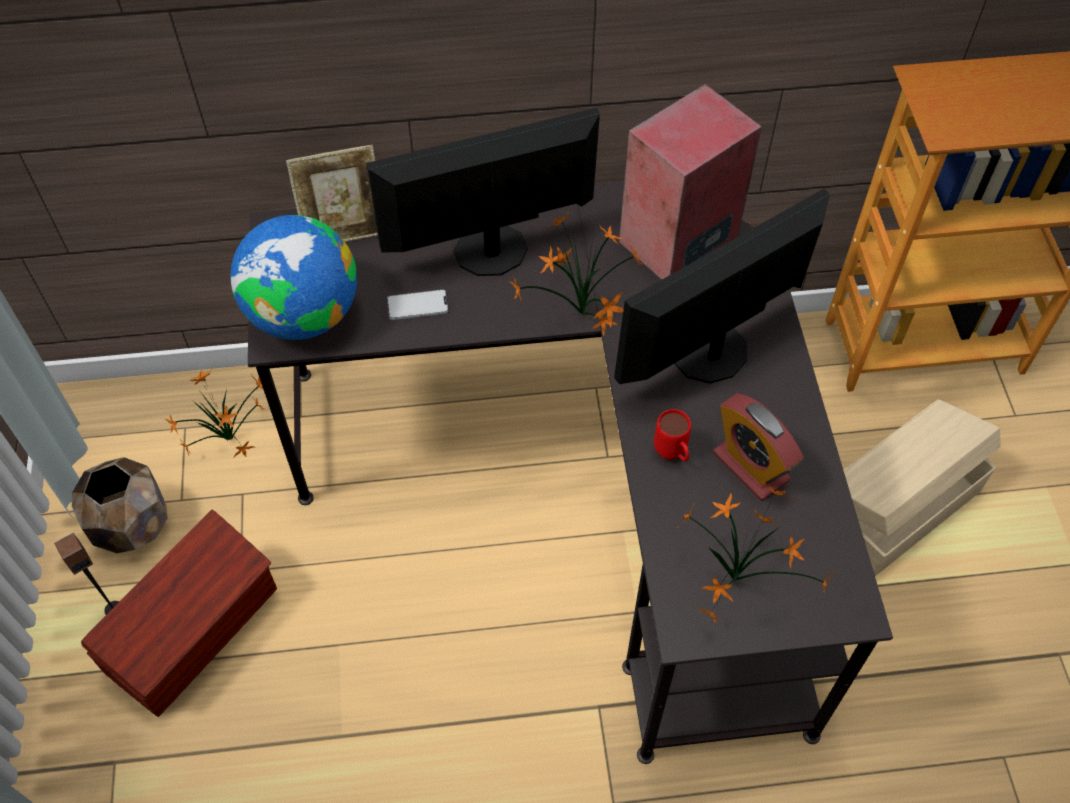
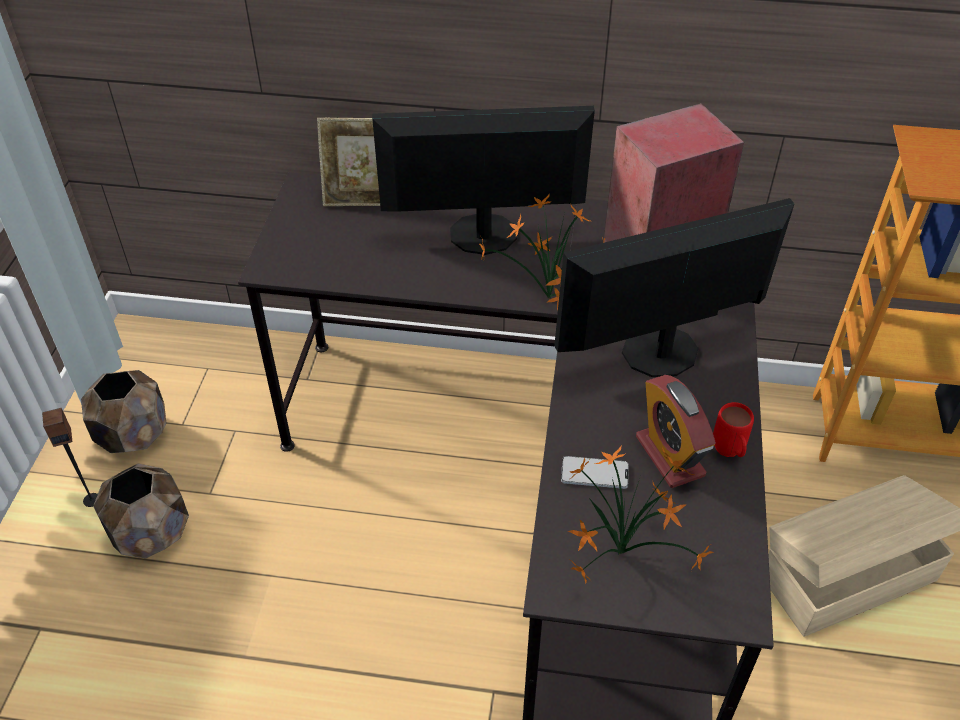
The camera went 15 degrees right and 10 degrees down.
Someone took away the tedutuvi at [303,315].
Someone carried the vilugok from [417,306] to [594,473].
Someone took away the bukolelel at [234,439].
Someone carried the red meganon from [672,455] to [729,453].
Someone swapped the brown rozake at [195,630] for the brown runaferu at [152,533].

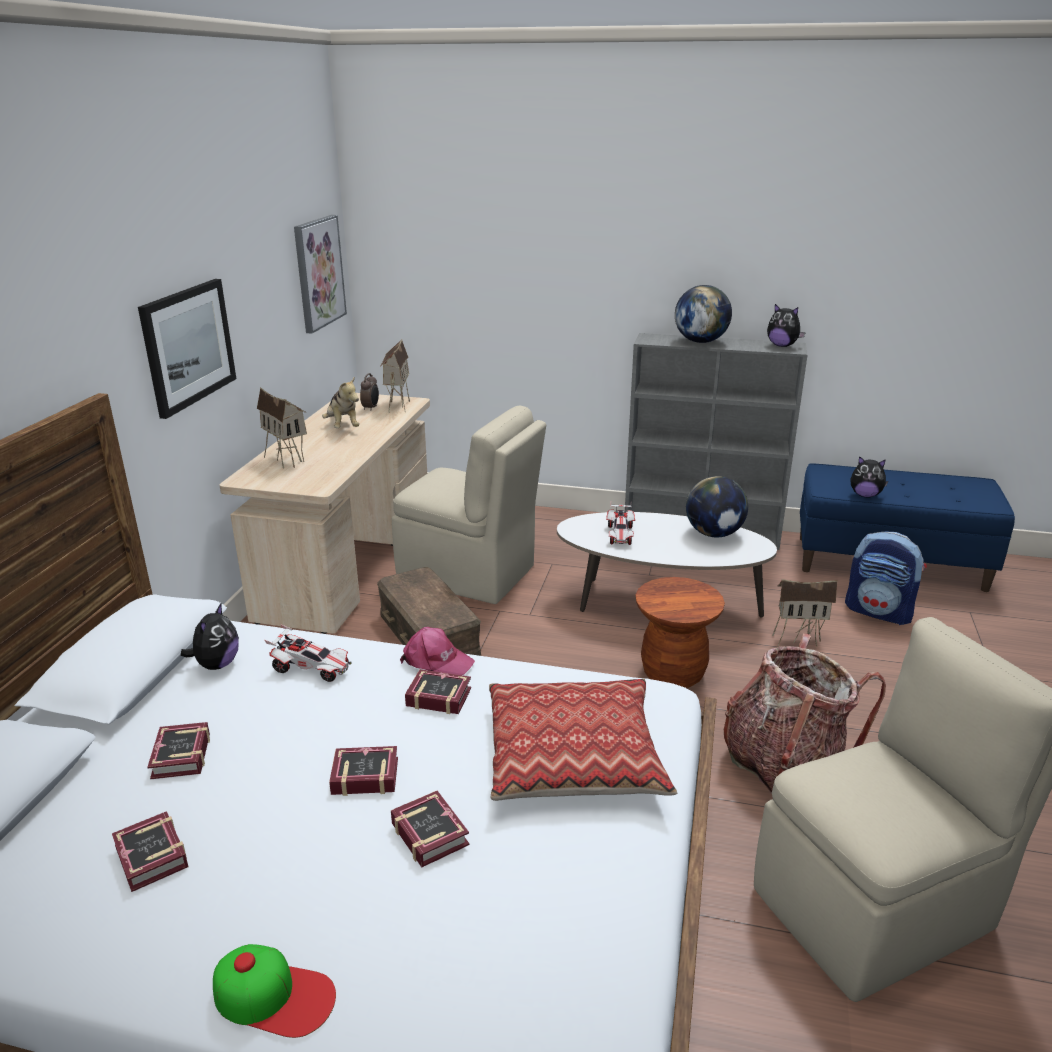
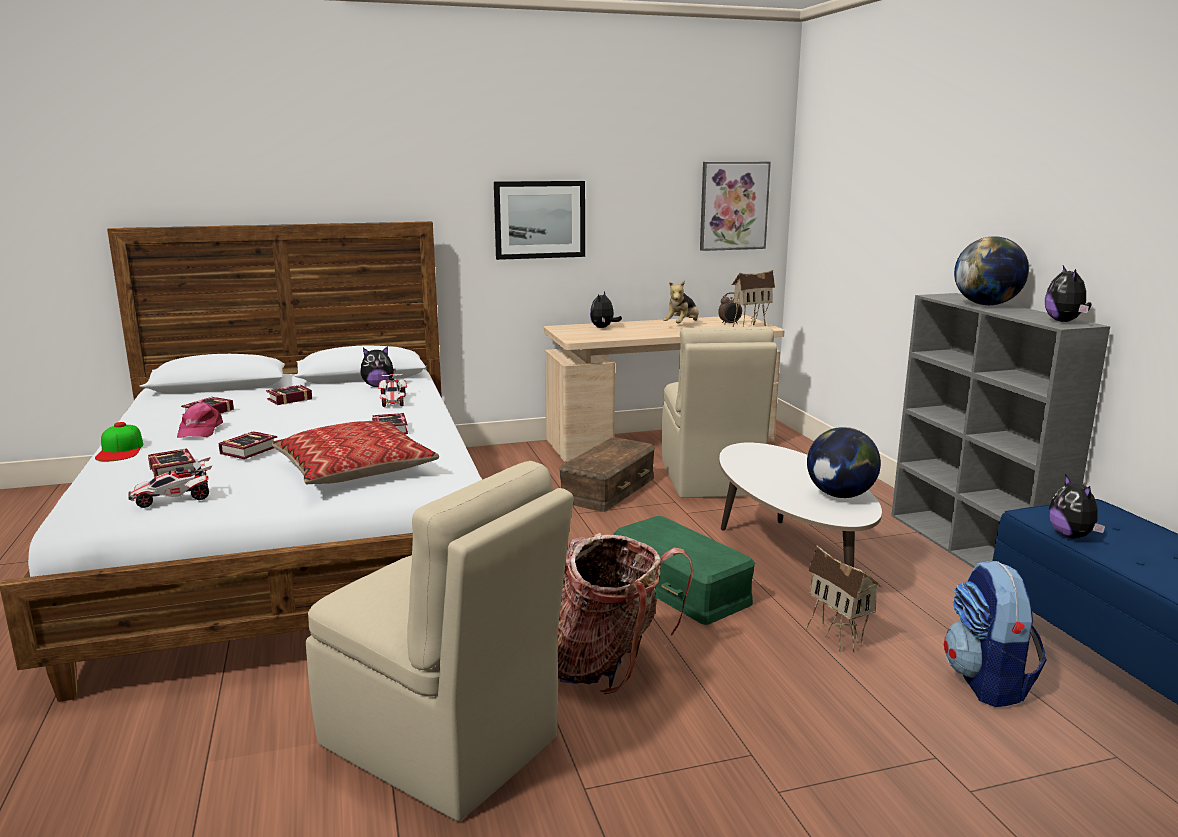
The camera went 60 degrees right and 10 degrees down.
Someone swapped the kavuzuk at [287,460] for the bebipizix at [603,327].
Someone carried the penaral from [620,535] to [174,499].
Someone swapped the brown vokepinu at [673,673] for the green rozake at [681,587].
Someone carried the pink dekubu from [436,661] to [199,430].
Someone carried the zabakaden from [362,775] to [174,468].

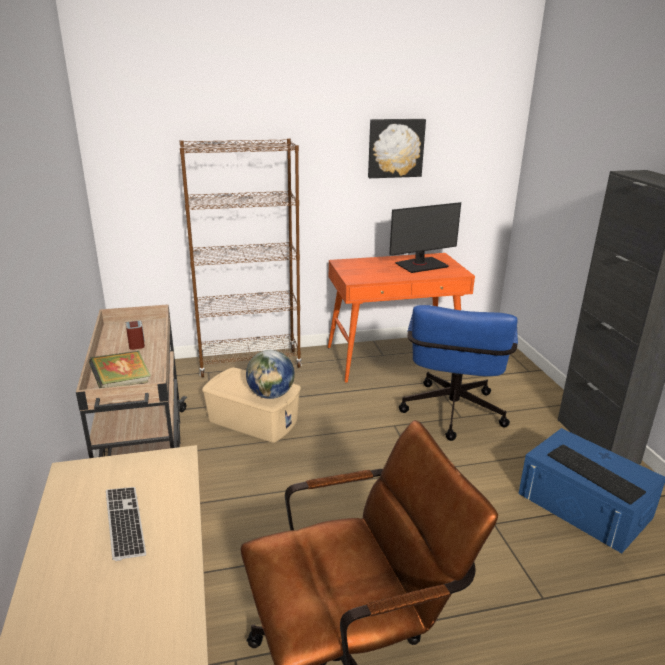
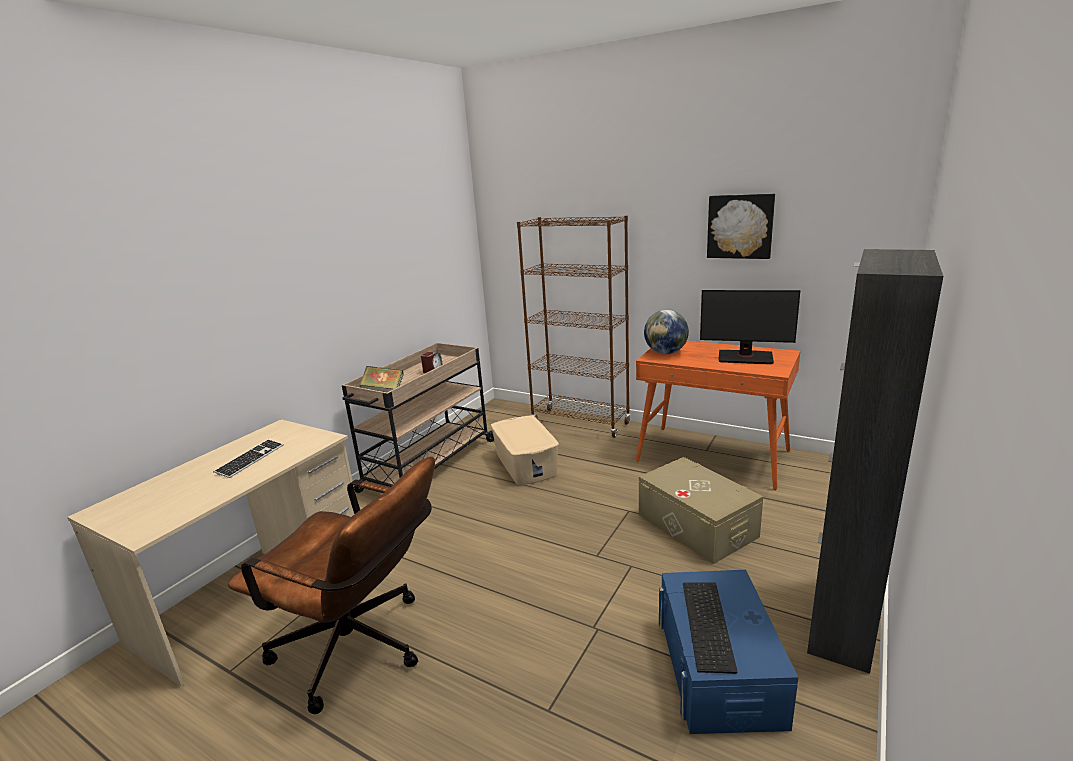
The camera went 45 degrees right and 5 degrees down.
Someone swapped the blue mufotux at [451,416] for the beige rozake at [696,525].
Someone carried the tedutuvi from [271,395] to [665,353].

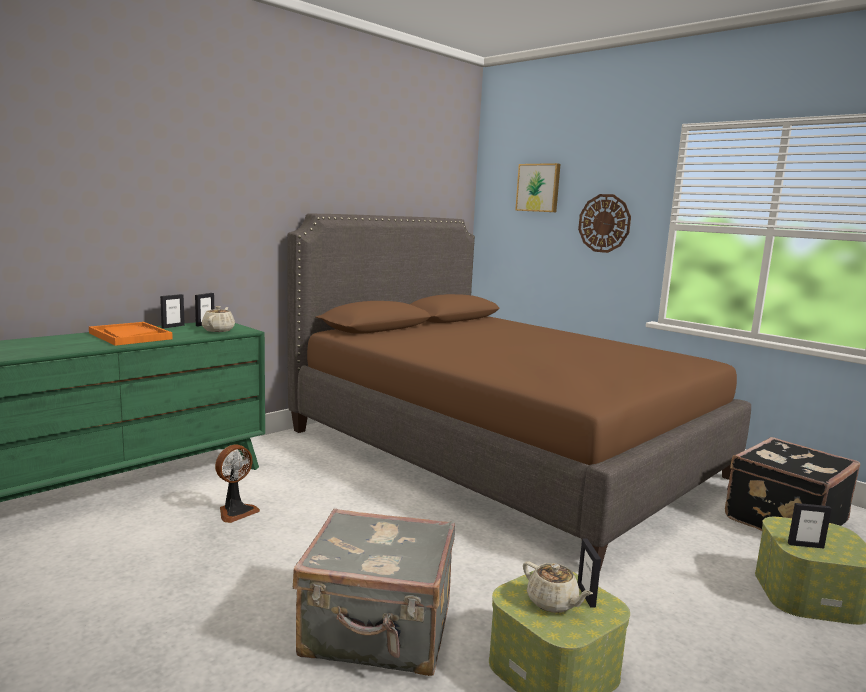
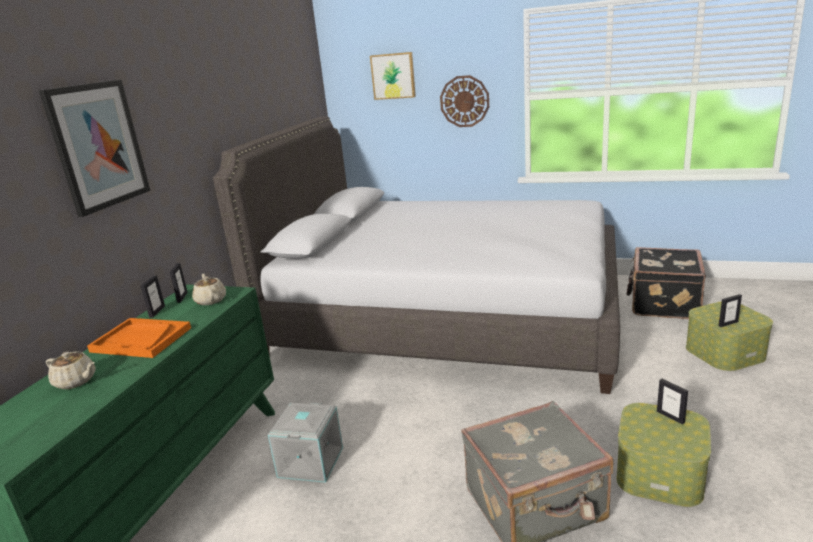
The camera went 25 degrees left and 10 degrees up.
Someone repainted the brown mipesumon at [501,453], which became the grey mipesumon at [446,319].
Someone swapped the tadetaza at [236,512] for the grey rozake at [310,461].
Someone carried the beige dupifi from [553,603] to [76,381].
Someone put up the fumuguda at [98,146].

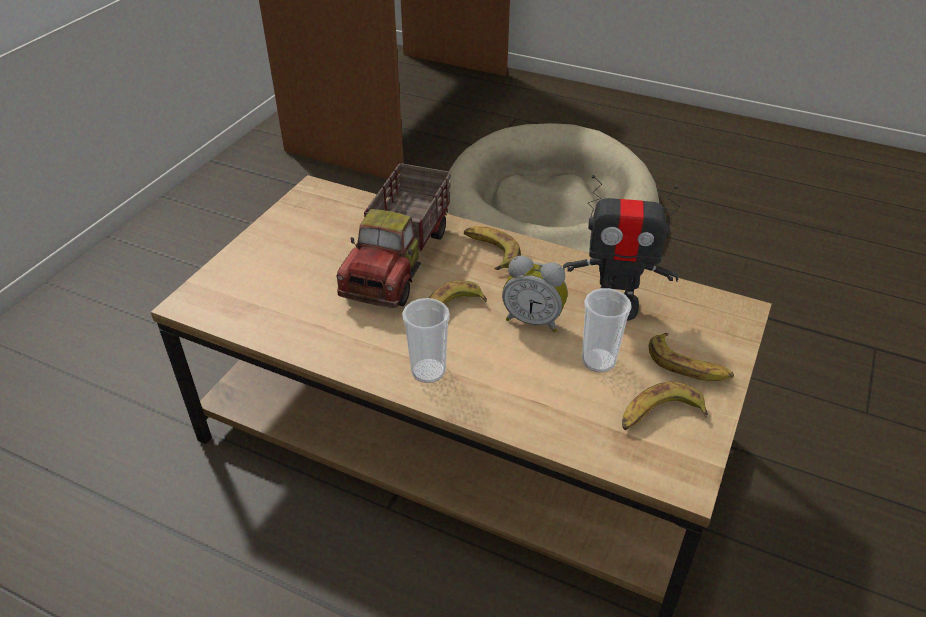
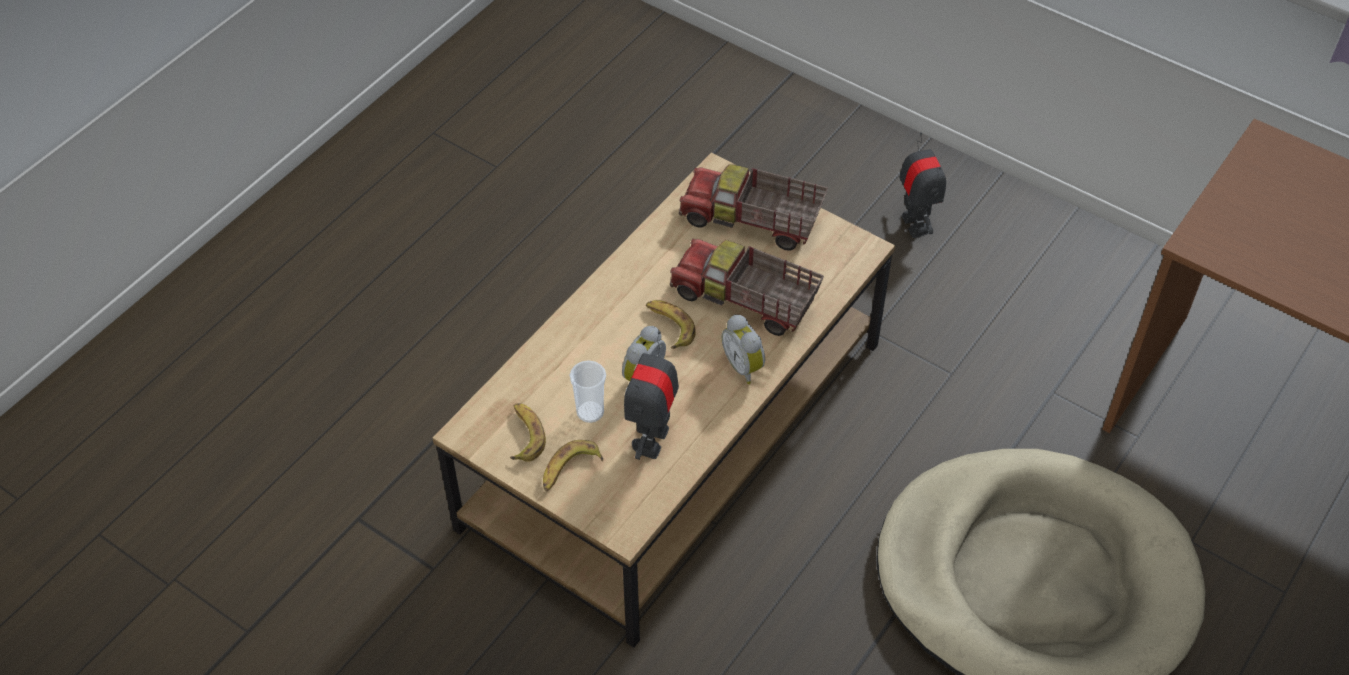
The camera went 100 degrees right and 10 degrees up.
Someone swapped the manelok at [490,252] for the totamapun at [745,366].
Someone took away the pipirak at [428,371].
Someone put down the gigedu at [915,224].
Someone put down the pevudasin at [751,223].

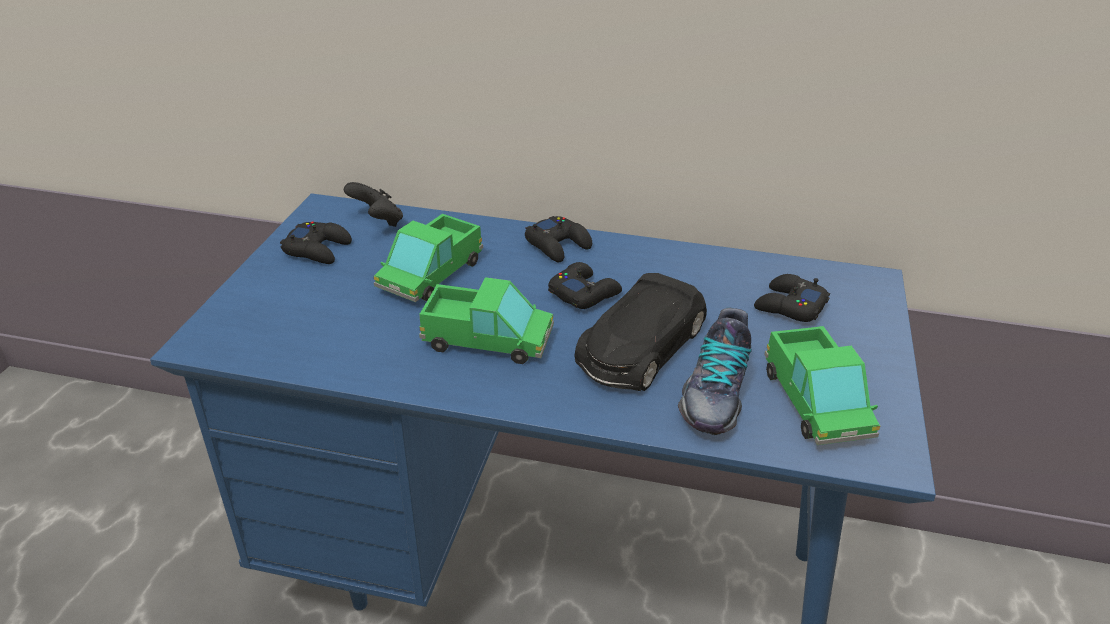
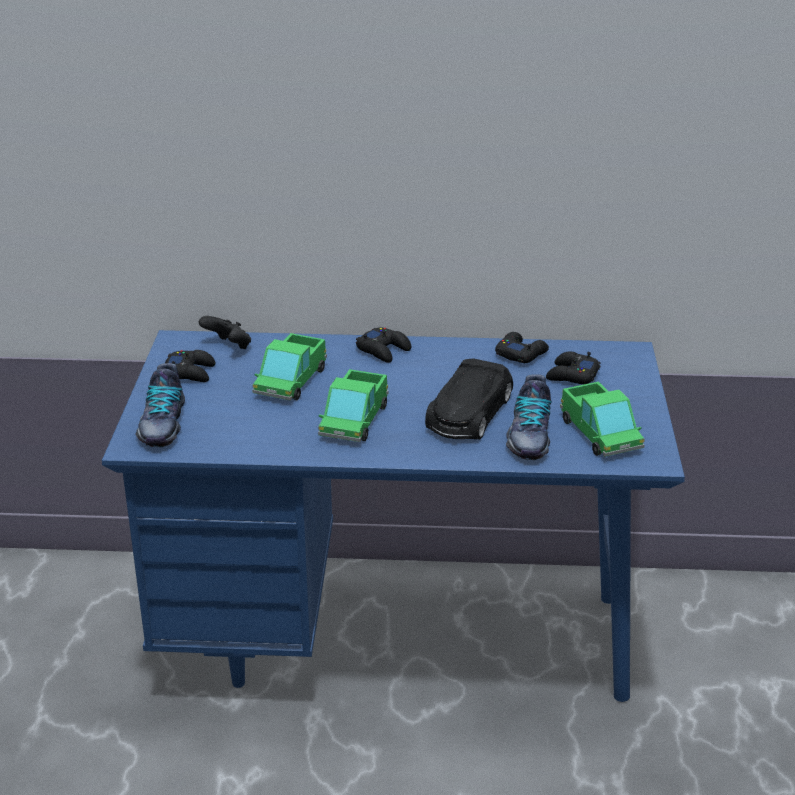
The camera went 10 degrees left and 5 degrees down.
Someone carried the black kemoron from [584,293] to [521,354].
Someone rotated the pevudasin at [488,340] by 105 degrees clockwise.
Someone put down the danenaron at [161,423].

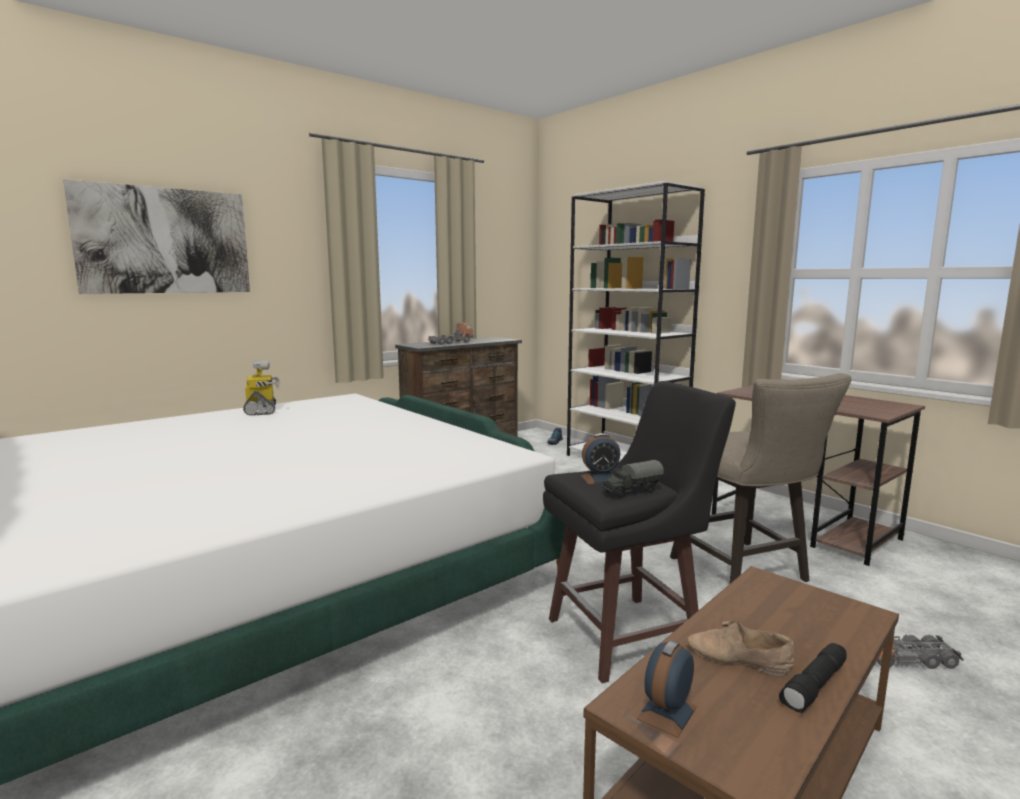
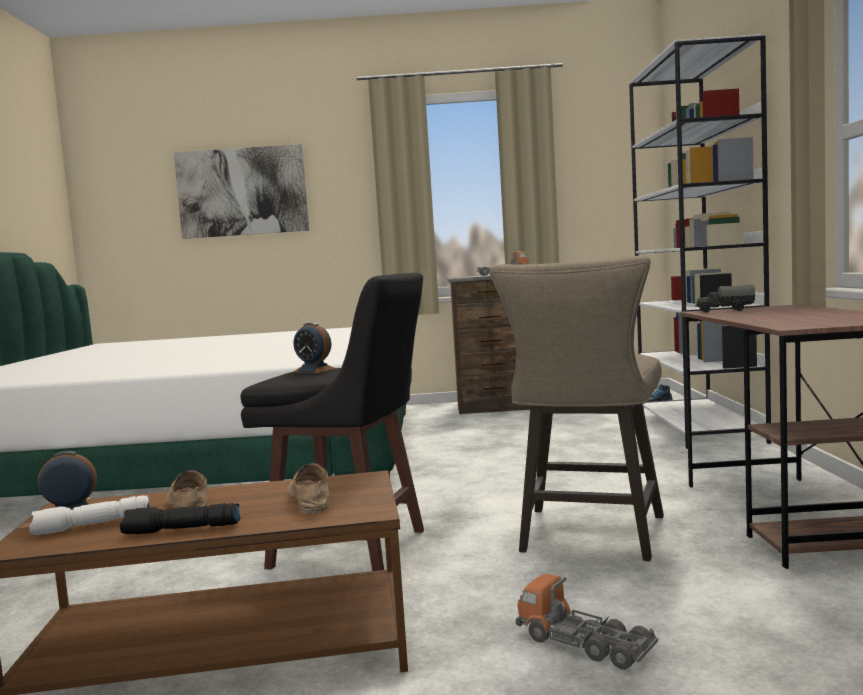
The camera went 40 degrees right and 5 degrees down.
Someone took away the gigedu at [262,410].
Someone carried the pevudasin from [631,491] to [724,310].
Someone put down the beige danenaron at [308,500].
Someone put down the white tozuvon at [91,526].

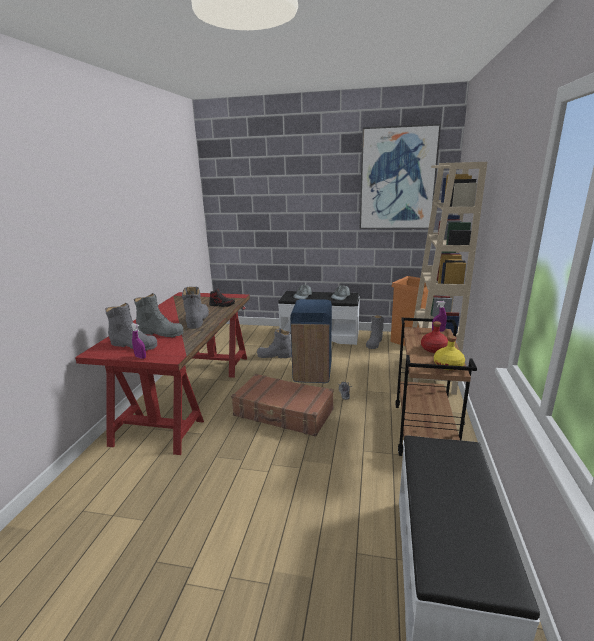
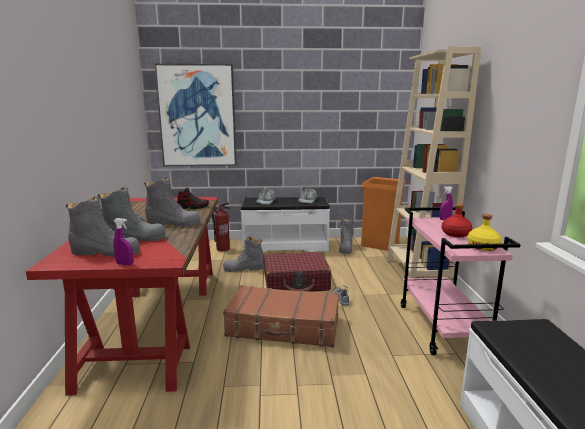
The camera went 15 degrees left and 5 degrees down.
Someone carried the fumuguda from [397,179] to [197,116].
Someone rotated the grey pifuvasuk at [197,320] by 120 degrees clockwise.
Someone swapped the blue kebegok at [313,372] for the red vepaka at [296,282].
Someone repainted the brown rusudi at [424,432], which became the pink rusudi at [443,328].
Someone put down the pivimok at [223,249].

